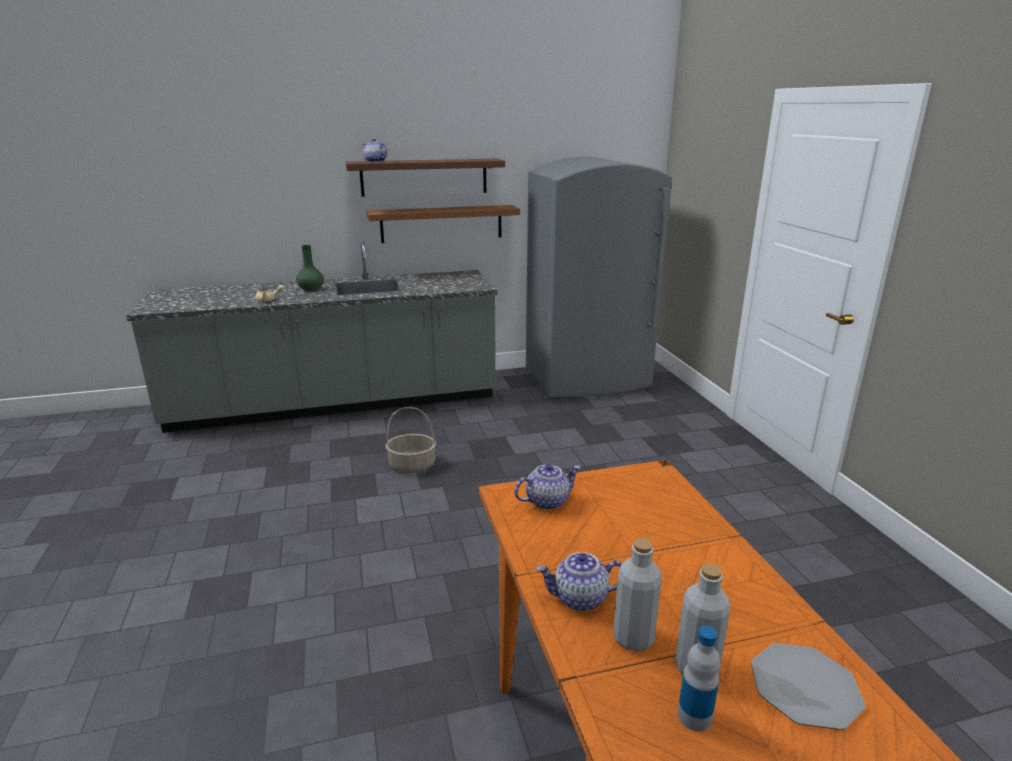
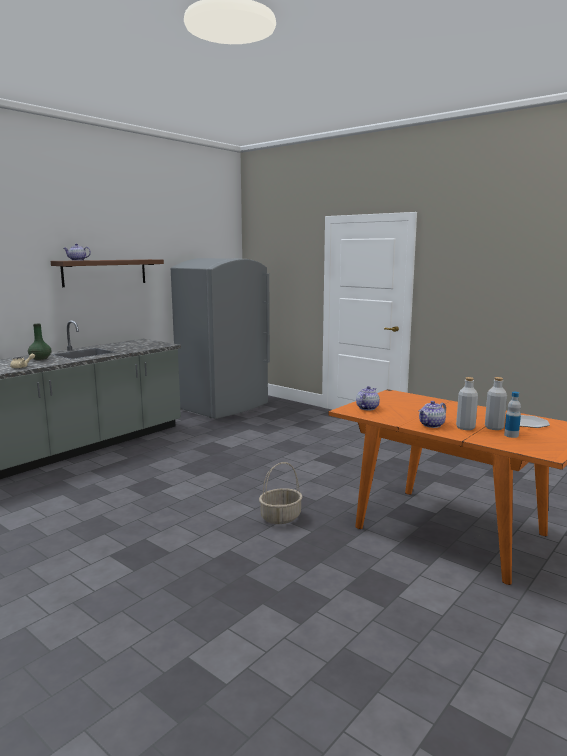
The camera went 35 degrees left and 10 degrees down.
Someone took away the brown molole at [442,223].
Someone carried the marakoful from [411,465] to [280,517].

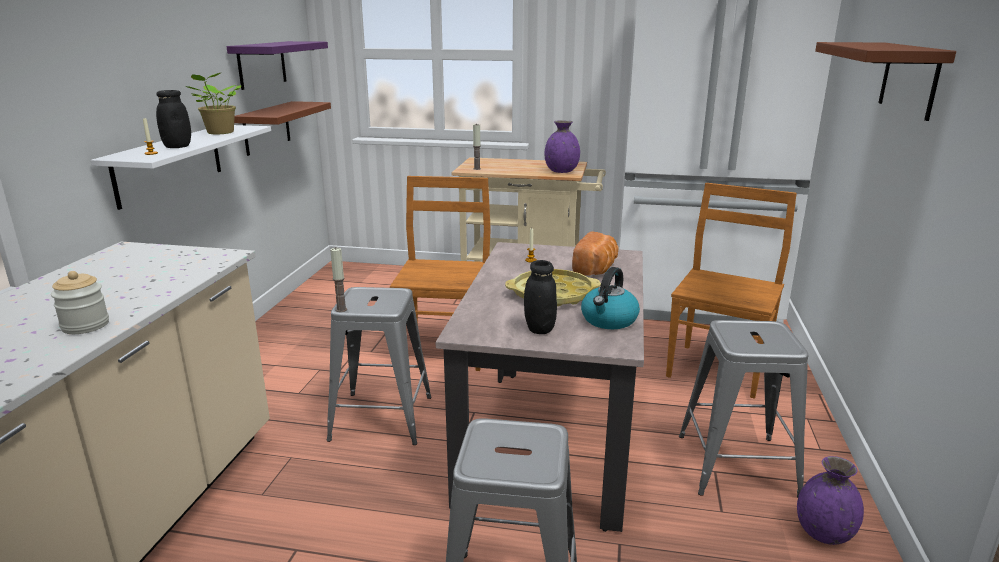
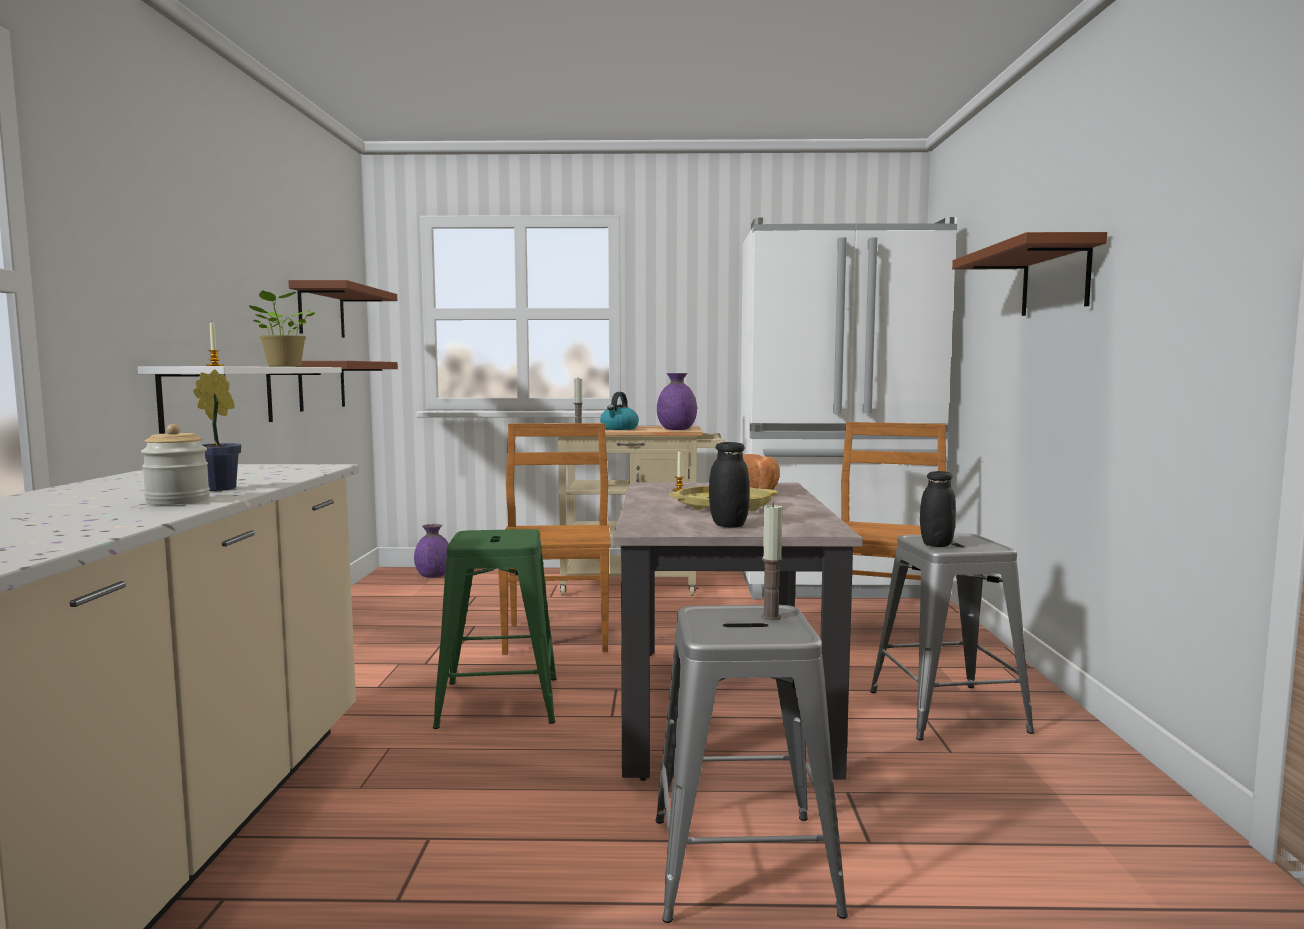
The camera went 10 degrees left and 15 degrees down.
Someone repainted the purple molole at [262,64], which became the brown molole at [321,311].
Someone carried the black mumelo from [177,146] to [936,544].
Someone carried the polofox from [341,309] to [770,617].
Someone carried the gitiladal from [609,320] to [619,428].
Someone repainted the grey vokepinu at [382,418], which became the green vokepinu at [499,702].
Someone carried the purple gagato from [823,533] to [433,576].
Someone put down the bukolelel at [223,488].

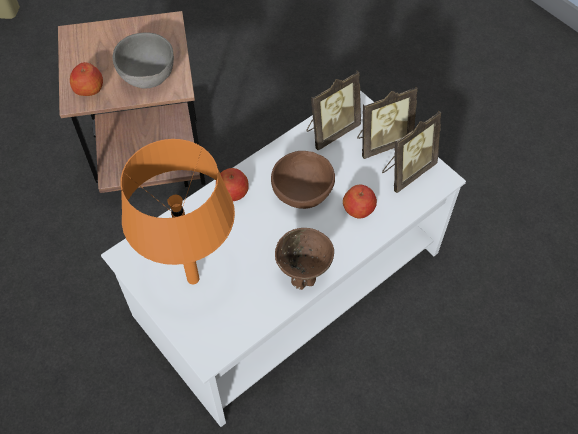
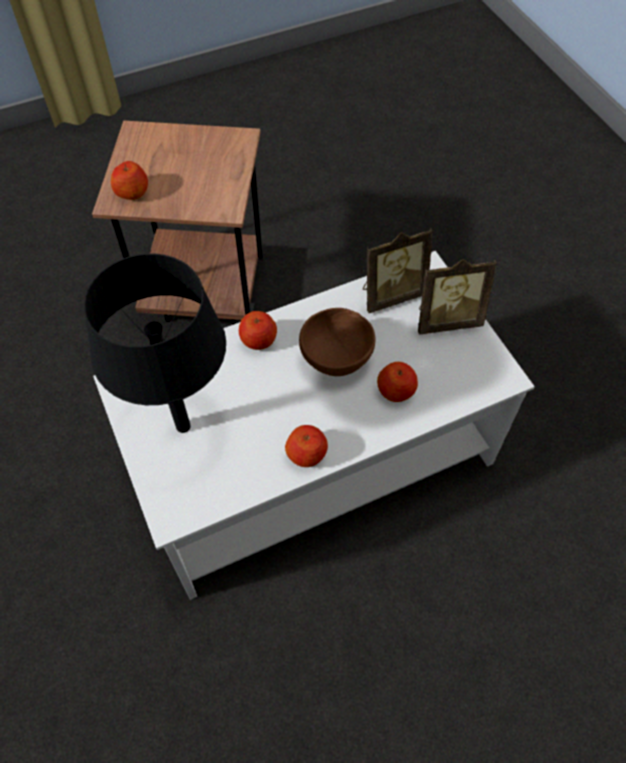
The camera went 15 degrees right and 0 degrees up.
Someone took away the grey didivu at [147,77].
Someone took away the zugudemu at [406,171].
Someone repainted the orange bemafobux at [192,279], which became the black bemafobux at [182,426].
Someone swapped the brown didivu at [303,276] for the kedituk at [307,454].

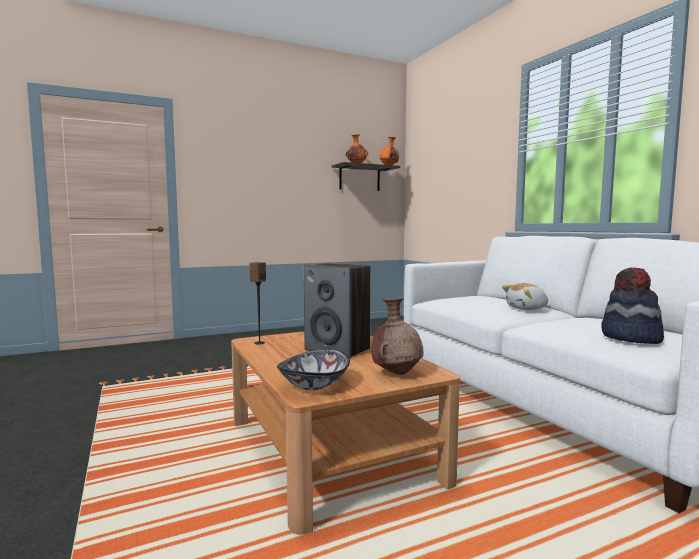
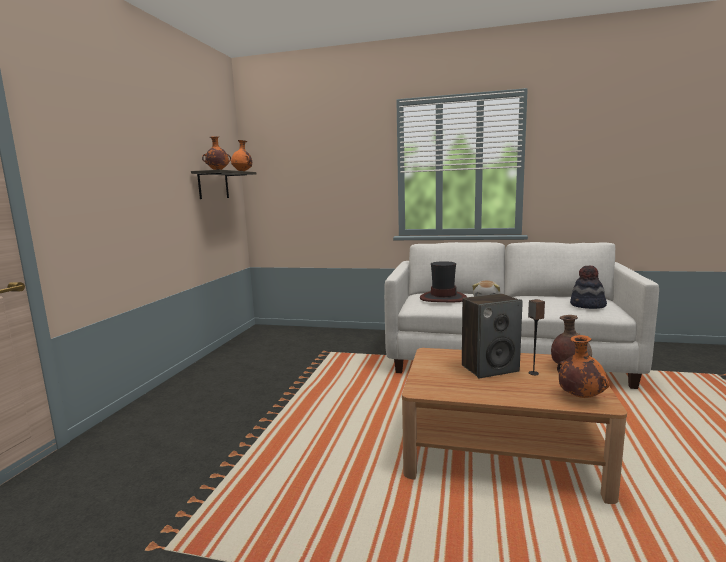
The camera went 50 degrees left and 5 degrees up.
Someone carried the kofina from [259,343] to [533,373].
Someone swapped the didivu at [313,385] for the orange gagato at [579,397].
Someone put down the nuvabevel at [442,298].

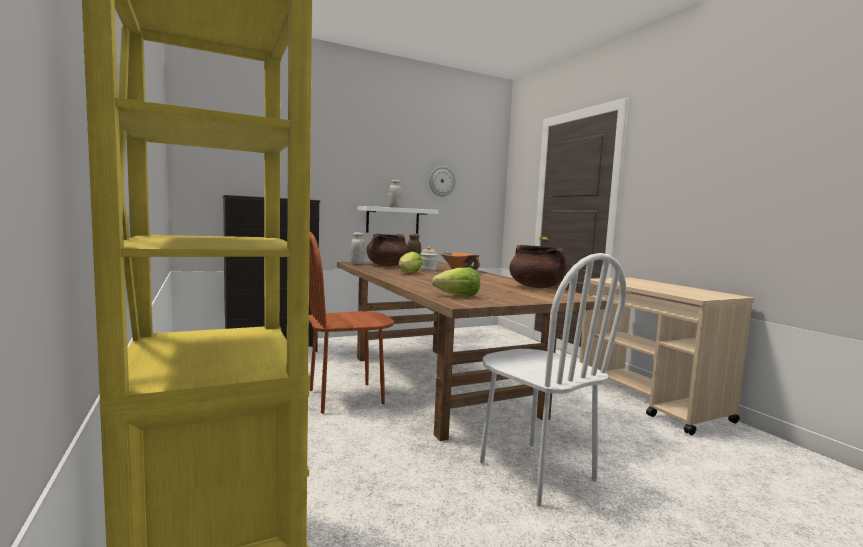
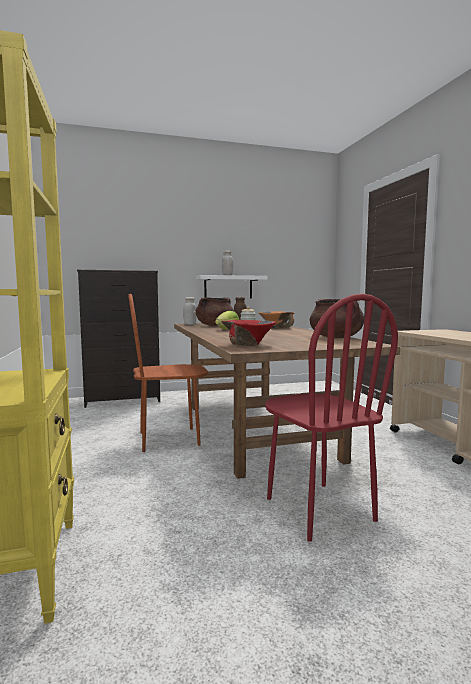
The camera went 10 degrees right and 0 degrees up.
Someone took away the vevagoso at [442,181].
Someone repainted the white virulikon at [535,471], which became the red virulikon at [318,509].
Someone swapped the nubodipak at [458,296] for the red didivu at [249,345].

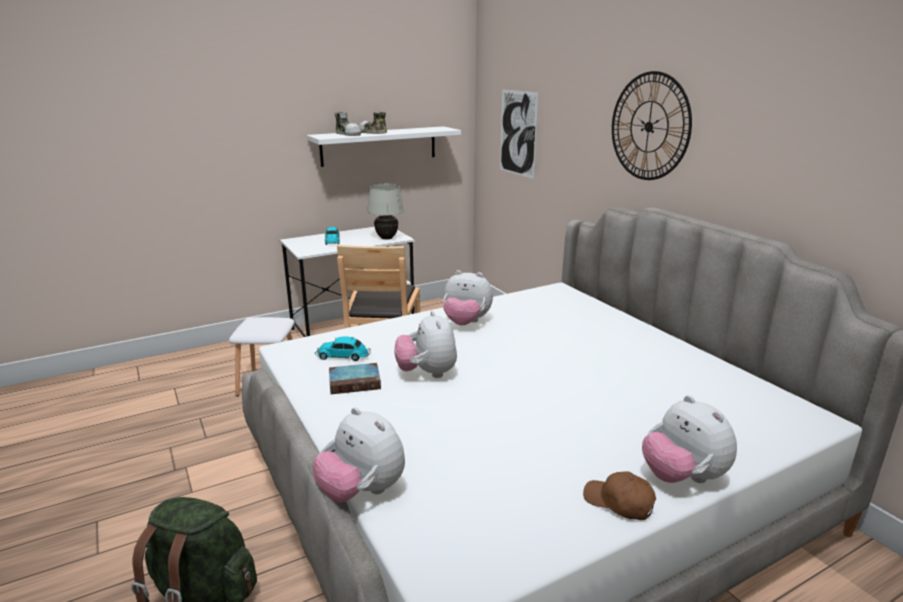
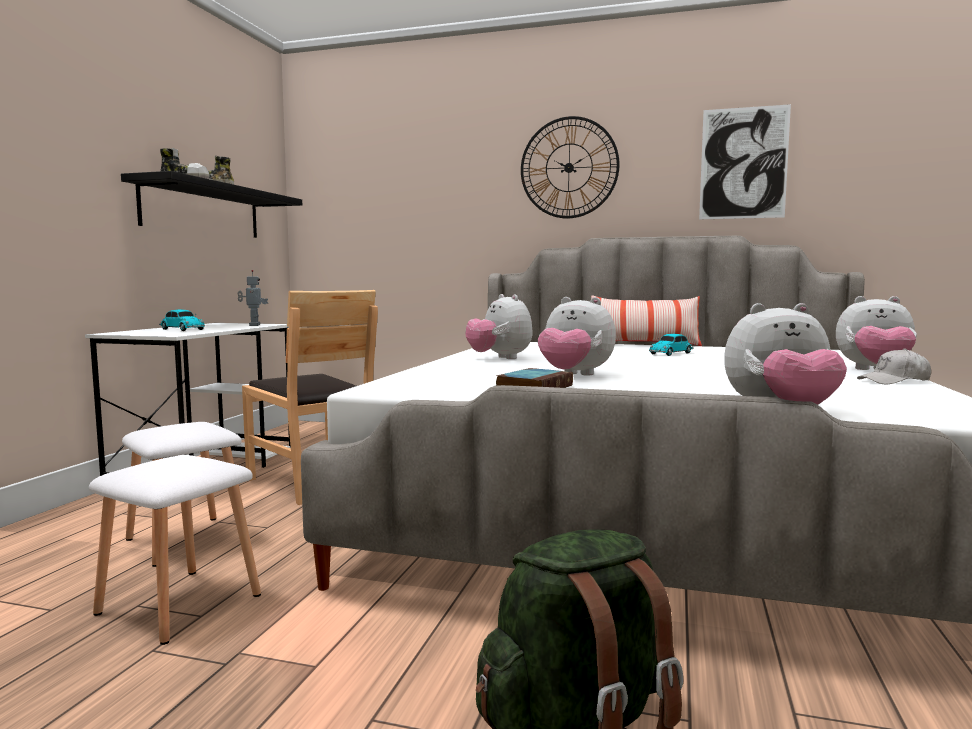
The camera went 45 degrees left and 15 degrees down.
Someone carried the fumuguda from [518,133] to [743,163].
Someone repainted the white molole at [379,146], which became the black molole at [203,210].
Someone swapped the white bemafobux at [386,238] for the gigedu at [253,325].
Someone rotated the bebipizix at [466,323] by 90 degrees clockwise.
Someone carried the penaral from [344,356] to [672,353].
Someone repainted the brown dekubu at [619,503], which became the white dekubu at [894,381].
Someone put down the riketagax at [644,345].
Someone put down the white vokepinu at [181,603].

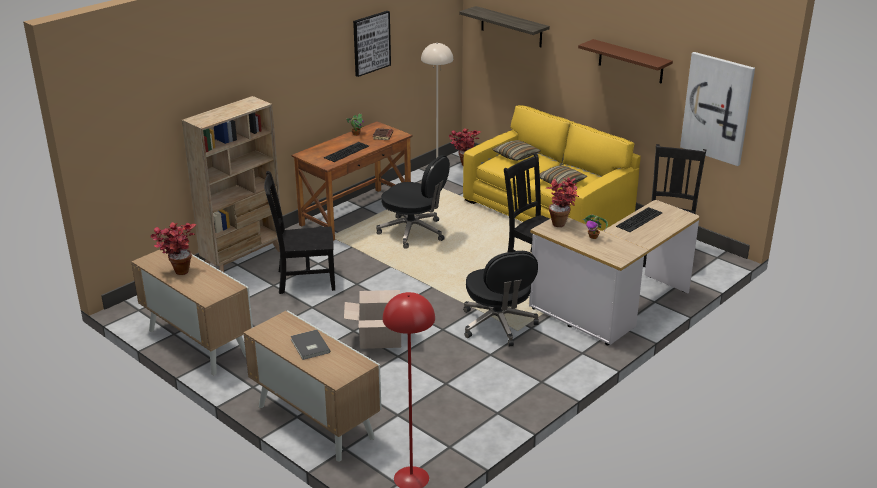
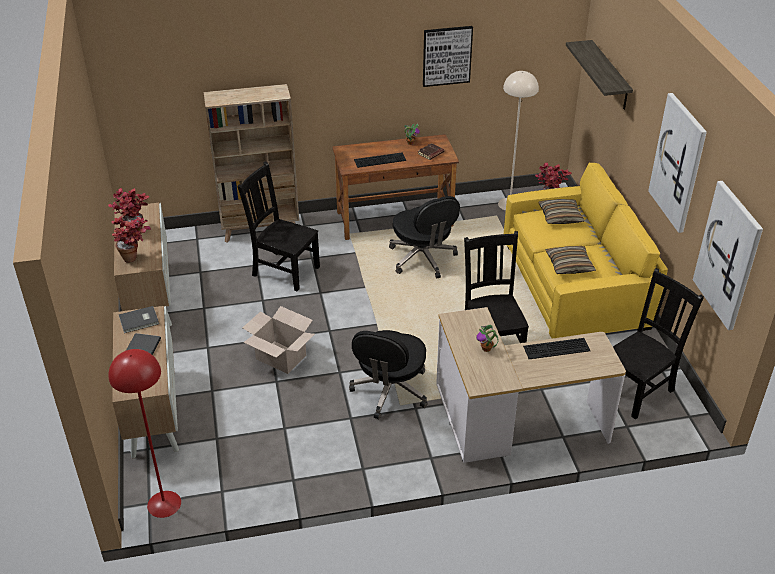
The camera went 35 degrees right and 10 degrees up.
Someone swapped the brown molole at [630,61] for the fumuguda at [678,163].
Someone carried the bukolelel from [562,222] to [135,258].
Someone put down the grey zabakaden at [139,321].

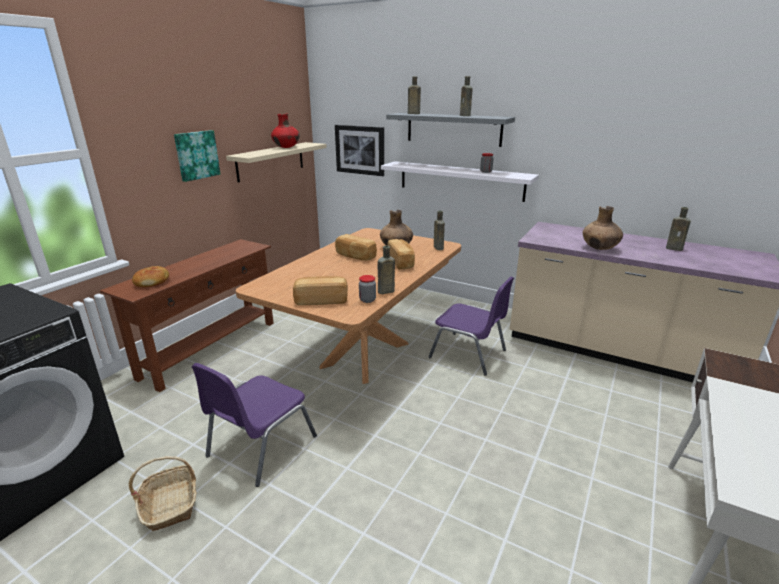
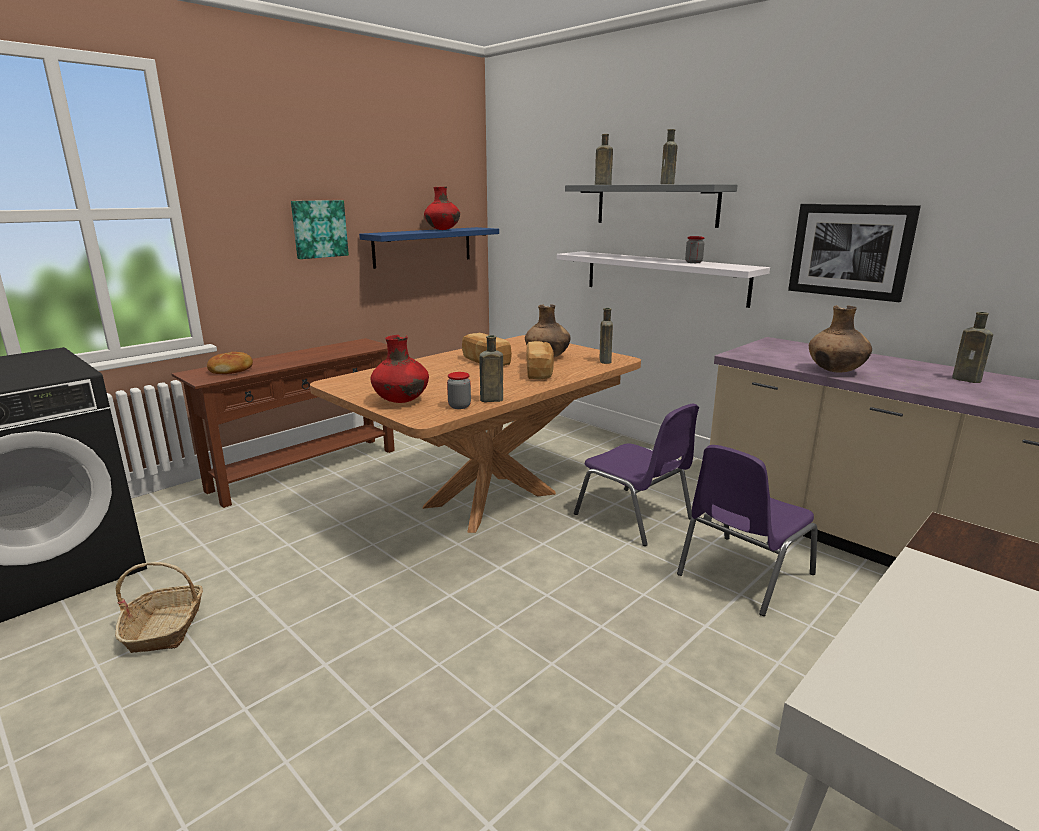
The camera went 15 degrees right and 5 degrees down.
Someone carried the fumuguda from [360,150] to [850,251].
Someone repainted the beige molole at [271,161], which became the blue molole at [423,247].
Someone swapped the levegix at [321,300] for the red gagato at [401,401].
Someone carried the purple virulikon from [260,446] to [742,574].

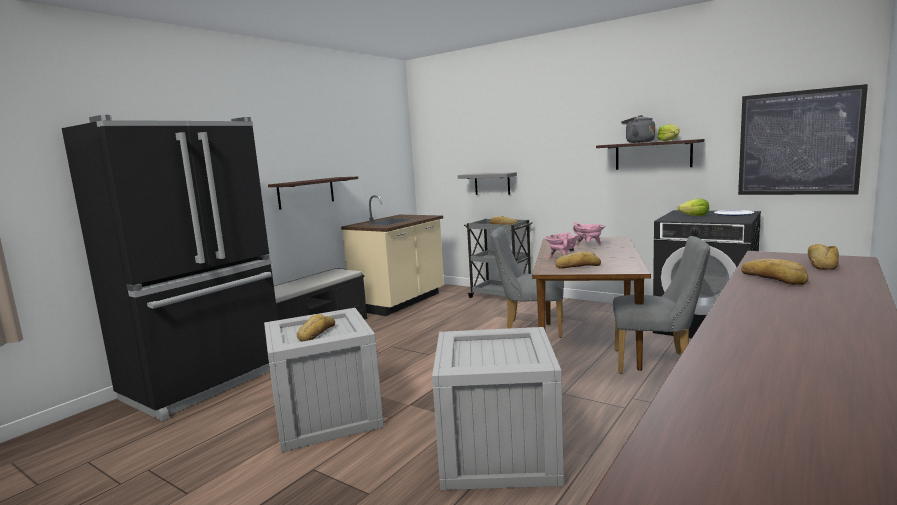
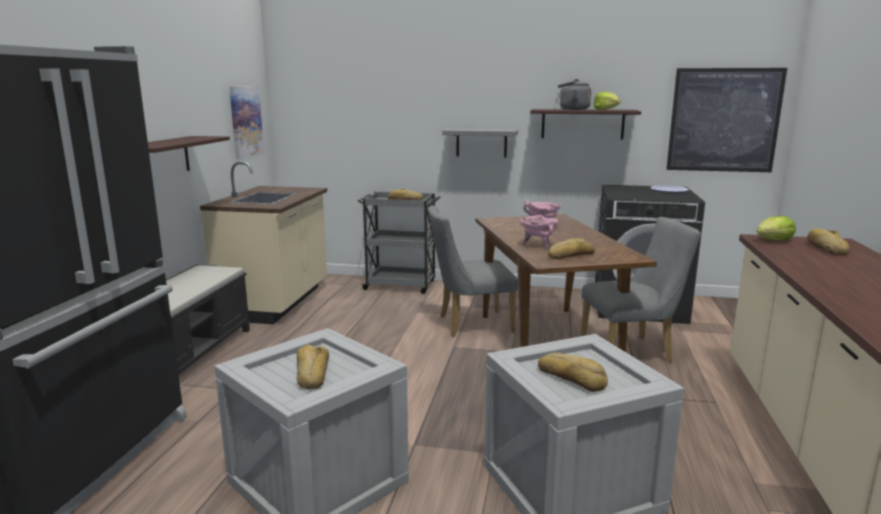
The camera went 25 degrees left and 5 degrees up.
Someone carried the grey molole from [492,183] to [481,143].
Someone carried the nubodipak from [694,216] to [774,240].
Someone carried the levegix from [773,278] to [572,377].
Someone put up the fumuguda at [245,122].

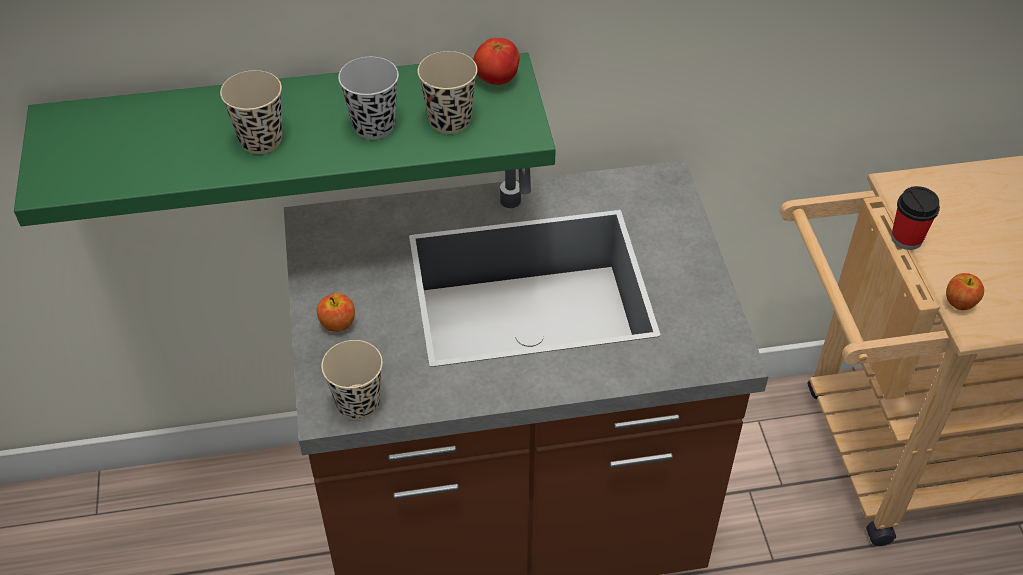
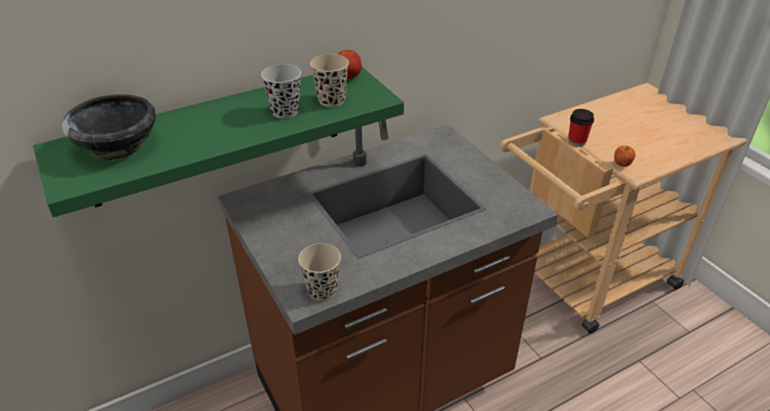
The camera went 20 degrees left and 10 degrees down.
Someone took away the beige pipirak at [261,140].
Someone took away the kedituk at [337,324].
Someone put down the black didivu at [118,147].

